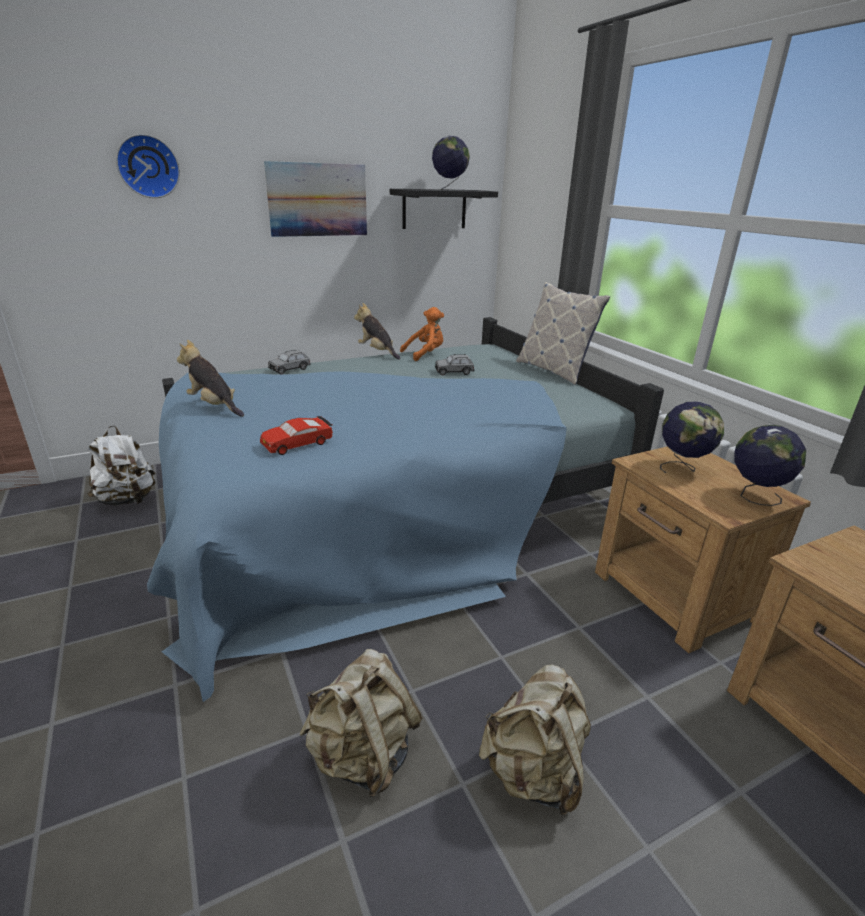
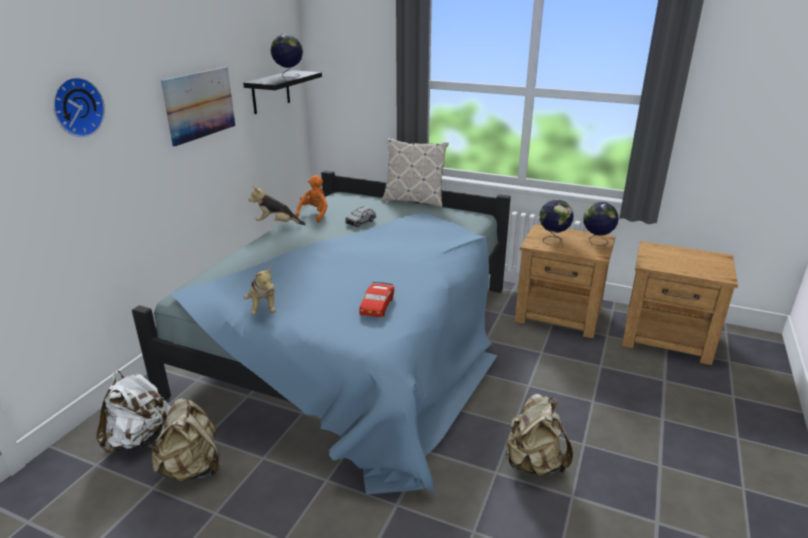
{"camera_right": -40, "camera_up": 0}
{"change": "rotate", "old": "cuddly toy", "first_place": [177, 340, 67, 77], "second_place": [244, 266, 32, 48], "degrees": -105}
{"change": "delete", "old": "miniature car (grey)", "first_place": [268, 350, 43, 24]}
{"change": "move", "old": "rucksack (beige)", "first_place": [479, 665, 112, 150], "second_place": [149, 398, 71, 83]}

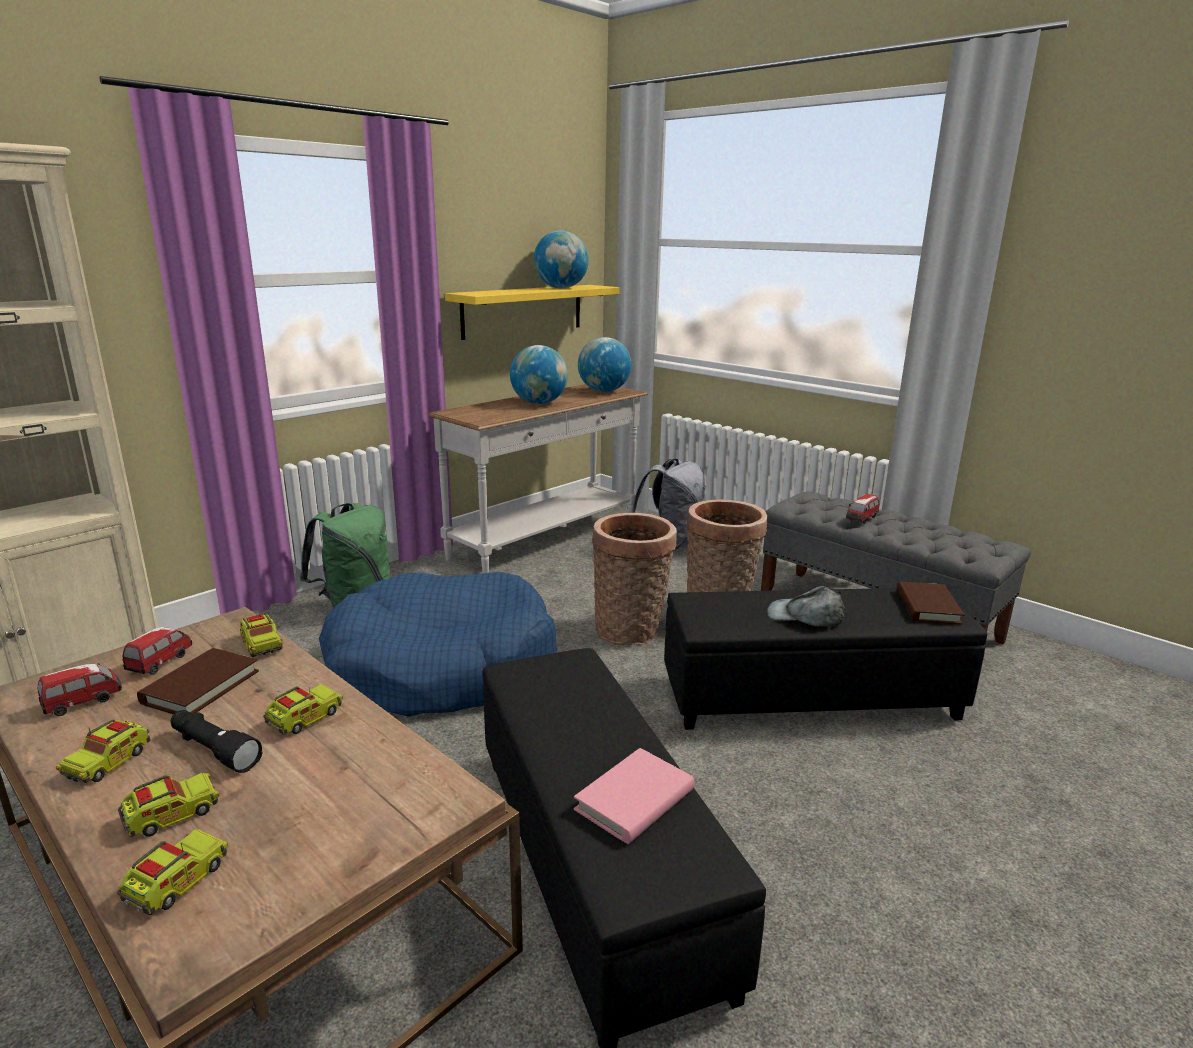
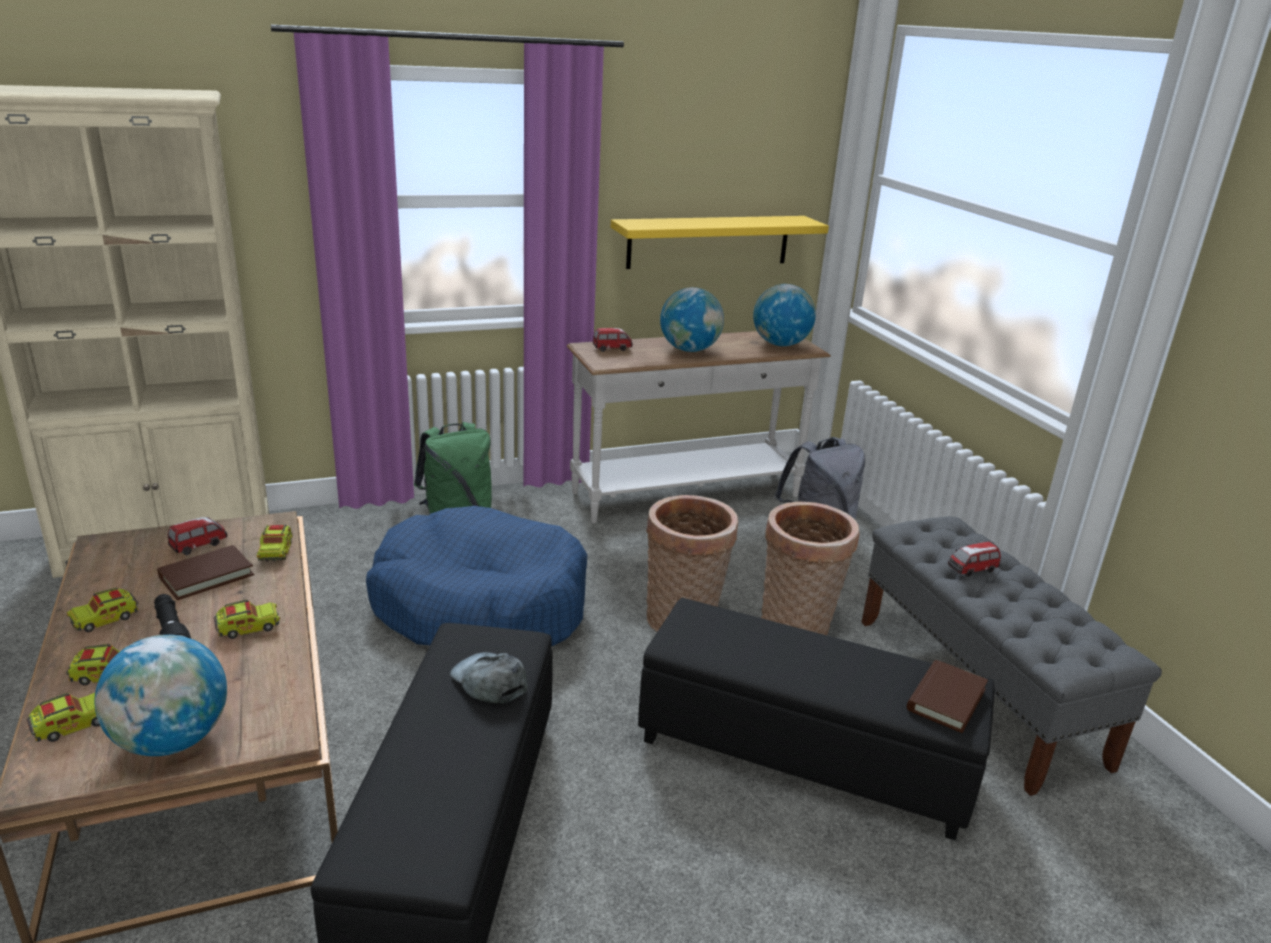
{"camera_right": 25, "camera_up": 5}
{"change": "move", "old": "miniature car", "first_place": [38, 663, 84, 53], "second_place": [593, 328, 40, 24]}
{"change": "move", "old": "world globe", "first_place": [534, 231, 55, 57], "second_place": [94, 635, 133, 121]}
{"change": "delete", "old": "volume (pinkish)", "first_place": [574, 748, 121, 96]}
{"change": "move", "old": "peaked cap (grey)", "first_place": [767, 586, 77, 41], "second_place": [450, 652, 78, 52]}

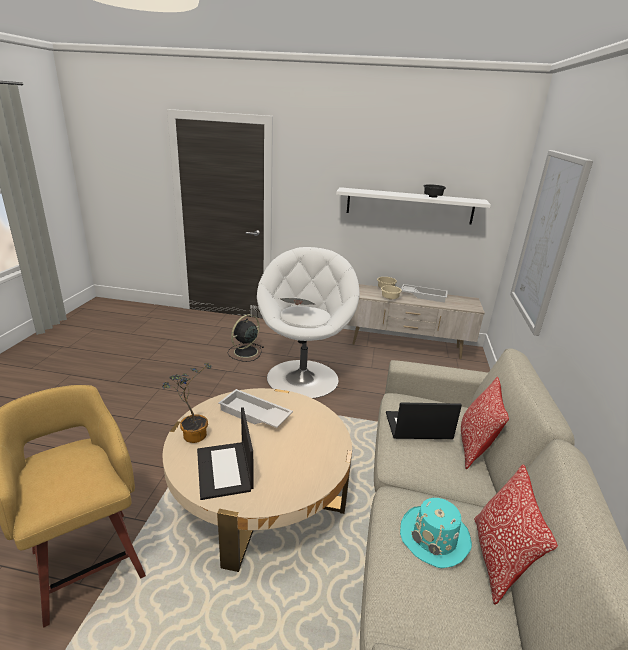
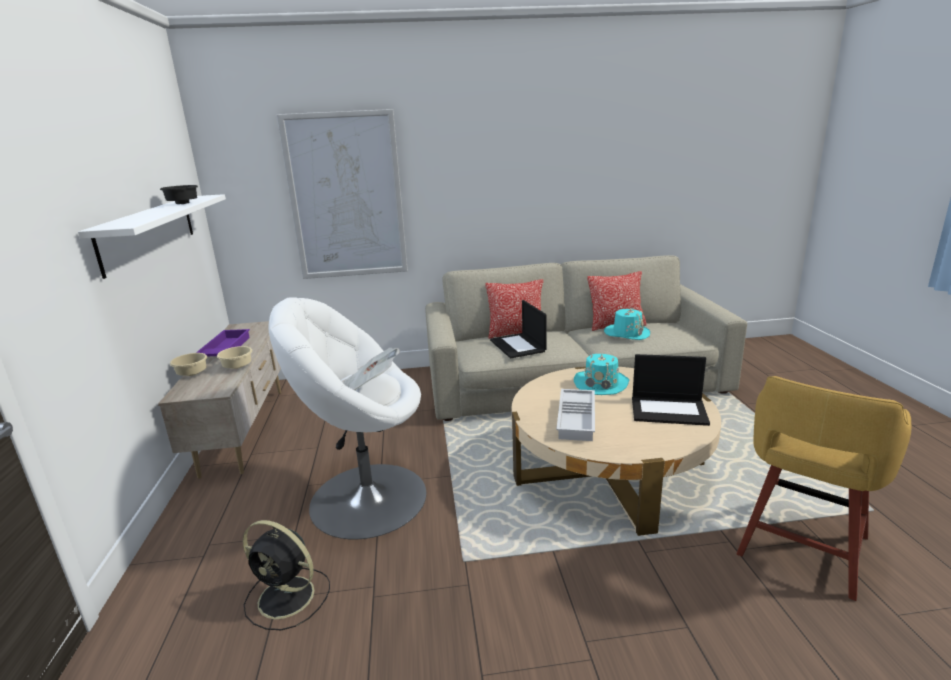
{"camera_right": -105, "camera_up": -5}
{"change": "delete", "old": "houseplant", "first_place": [162, 363, 50, 80]}
{"change": "rotate", "old": "portable computer", "first_place": [197, 407, 57, 93], "second_place": [632, 354, 78, 72], "degrees": 45}
{"change": "recolor", "old": "carrying tray (whitish)", "new": "carrying tray (purple)", "first_place": [401, 284, 47, 19], "second_place": [196, 329, 54, 28]}
{"change": "insert", "new": "clothing hat (turquoise-coloured)", "second_place": [574, 354, 55, 41]}

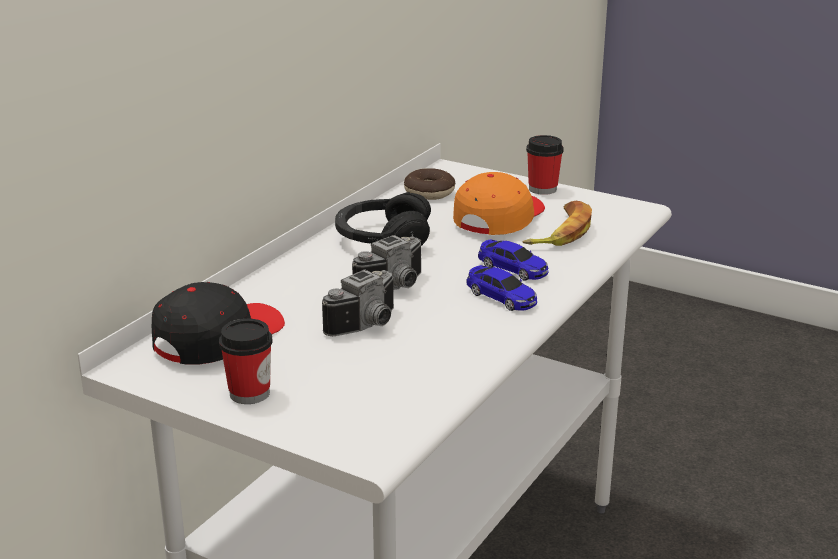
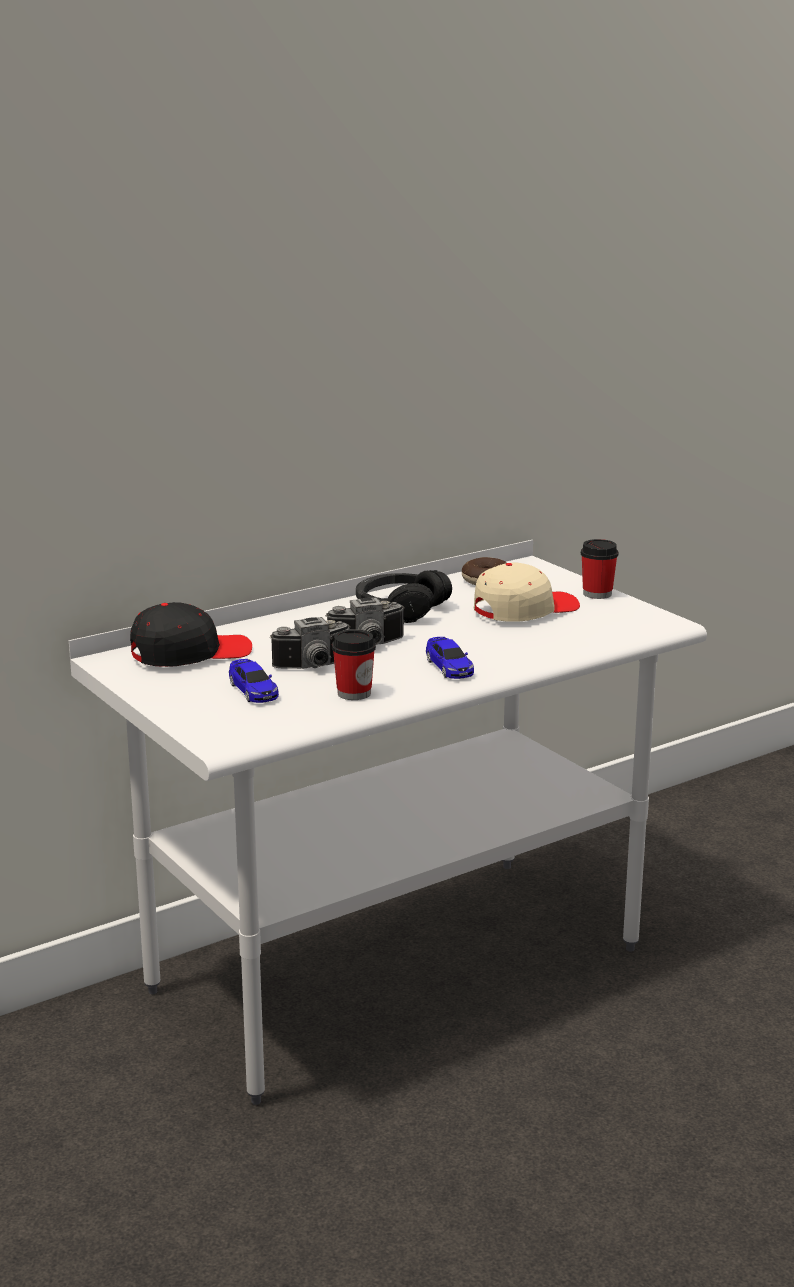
{"camera_right": 25, "camera_up": -5}
{"change": "move", "old": "small cup", "first_place": [219, 319, 54, 85], "second_place": [332, 629, 44, 71]}
{"change": "recolor", "old": "peaked cap (orange)", "new": "peaked cap (beige)", "first_place": [453, 172, 92, 63], "second_place": [474, 563, 106, 59]}
{"change": "move", "old": "miniature car", "first_place": [478, 239, 71, 41], "second_place": [229, 659, 50, 44]}
{"change": "delete", "old": "banana fruit", "first_place": [523, 201, 69, 45]}

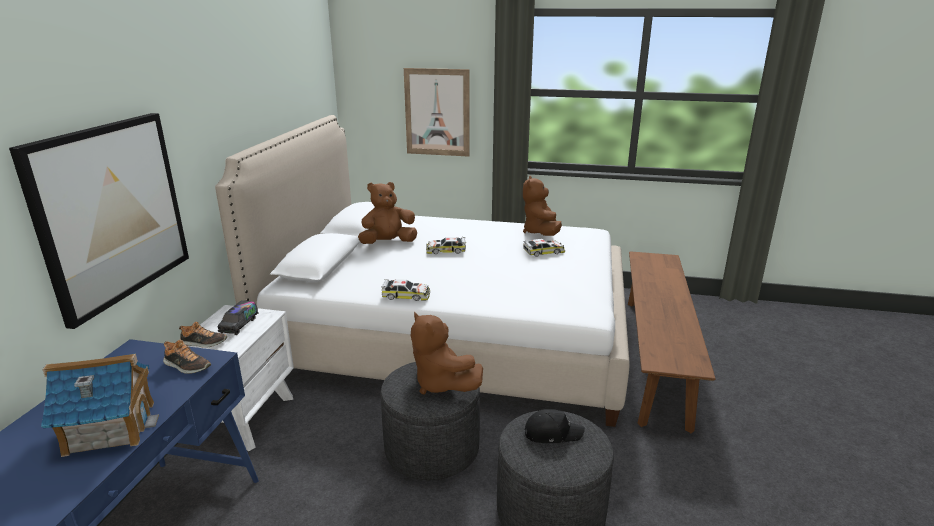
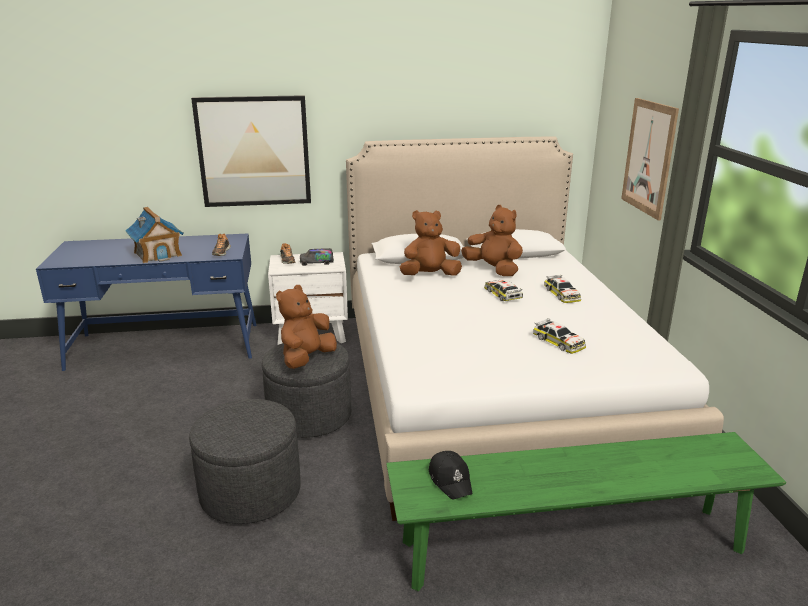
{"camera_right": 70, "camera_up": 0}
{"change": "move", "old": "miniature car", "first_place": [382, 279, 48, 22], "second_place": [544, 274, 37, 29]}
{"change": "move", "old": "cuddly toy (brown)", "first_place": [523, 176, 39, 60], "second_place": [400, 210, 62, 66]}
{"change": "move", "old": "peaked cap (black-coloured)", "first_place": [525, 409, 60, 34], "second_place": [429, 451, 43, 48]}
{"change": "recolor", "old": "long seat (brown)", "new": "long seat (green)", "first_place": [628, 251, 88, 182], "second_place": [386, 432, 400, 159]}

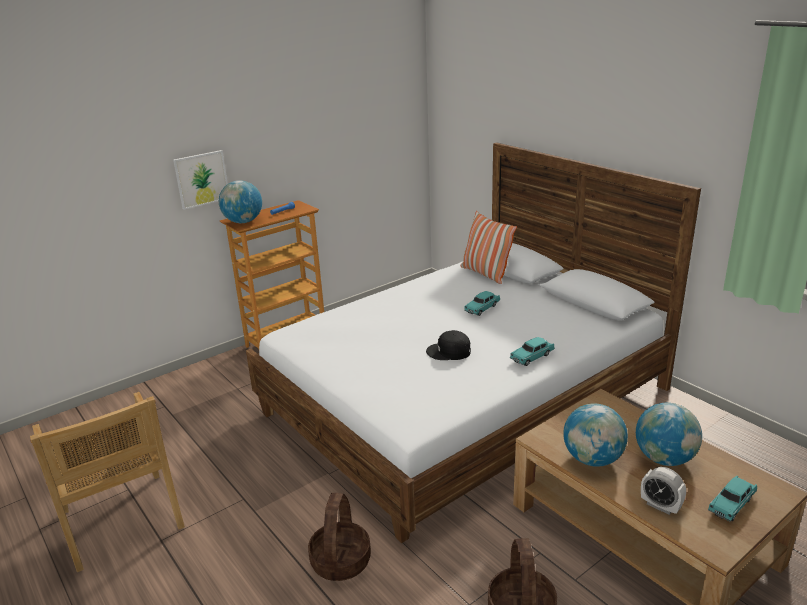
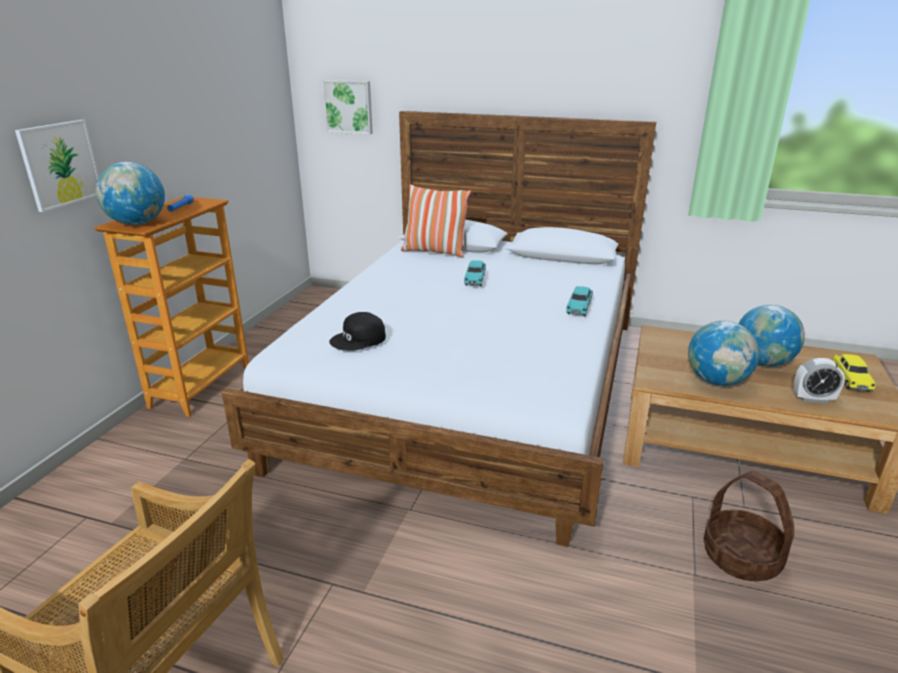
{"camera_right": -35, "camera_up": 0}
{"change": "delete", "old": "household basket", "first_place": [308, 493, 63, 88]}
{"change": "move", "old": "peaked cap (black-coloured)", "first_place": [426, 330, 45, 30], "second_place": [330, 312, 56, 39]}
{"change": "recolor", "old": "miniature car (turquoise-coloured)", "new": "miniature car (yellow-coloured)", "first_place": [708, 476, 49, 46], "second_place": [833, 354, 43, 37]}
{"change": "insert", "new": "picture", "second_place": [322, 80, 51, 54]}

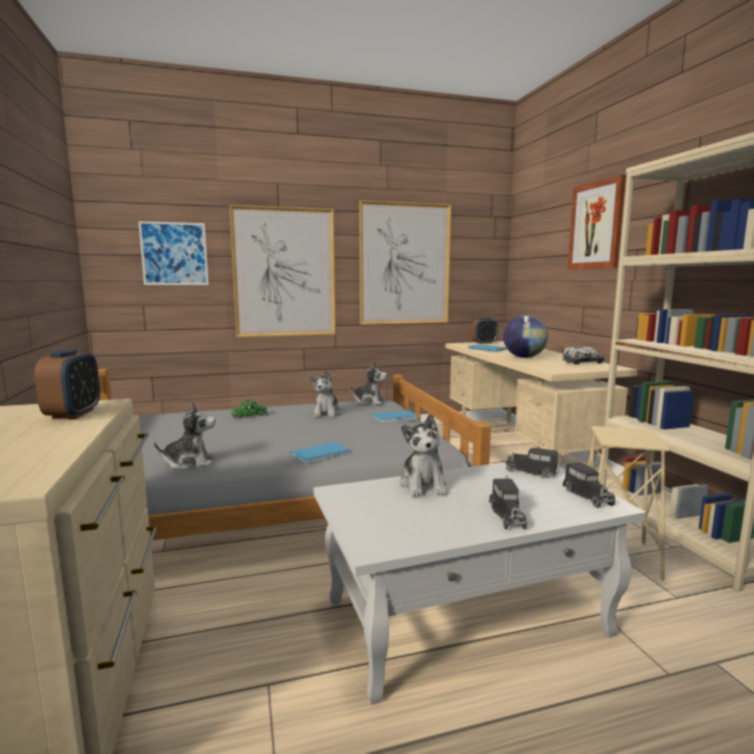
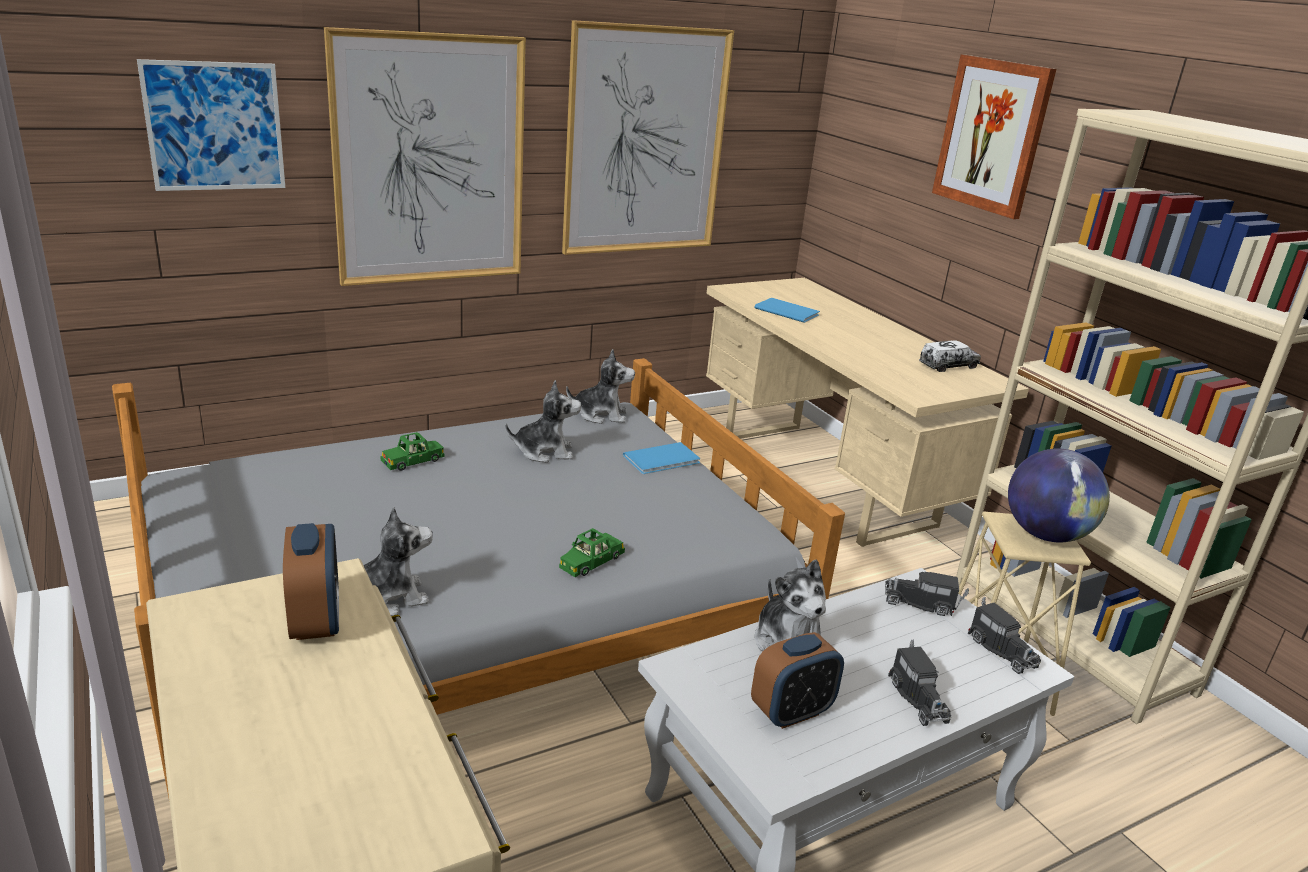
{"camera_right": -15, "camera_up": 15}
{"change": "replace", "old": "volume (bluish)", "new": "miniature car (green)", "first_place": [290, 442, 60, 22], "second_place": [559, 528, 66, 49]}
{"change": "rotate", "old": "cuddly toy", "first_place": [310, 370, 31, 48], "second_place": [505, 380, 76, 83], "degrees": -90}
{"change": "move", "old": "table clock", "first_place": [471, 318, 27, 26], "second_place": [751, 632, 93, 97]}
{"change": "move", "old": "world globe", "first_place": [503, 315, 45, 43], "second_place": [1008, 449, 102, 93]}

